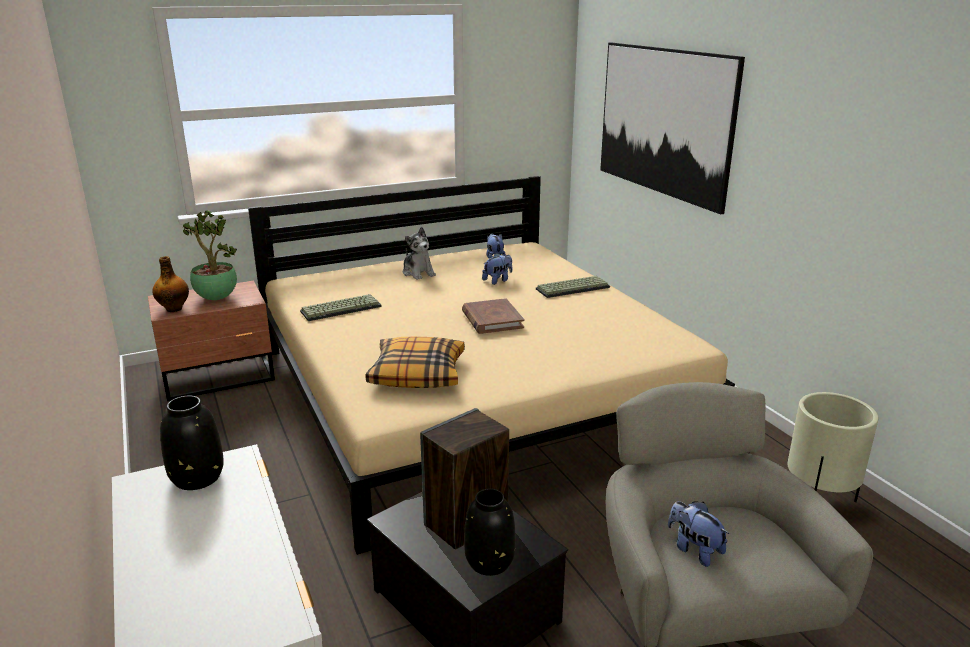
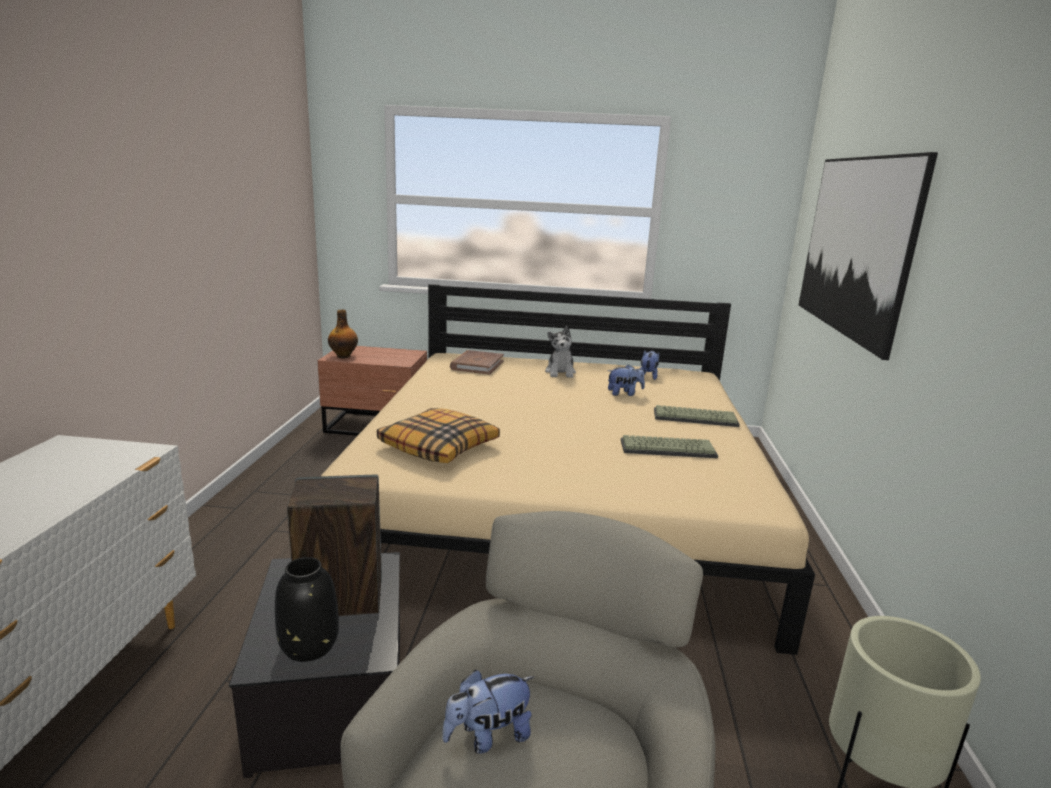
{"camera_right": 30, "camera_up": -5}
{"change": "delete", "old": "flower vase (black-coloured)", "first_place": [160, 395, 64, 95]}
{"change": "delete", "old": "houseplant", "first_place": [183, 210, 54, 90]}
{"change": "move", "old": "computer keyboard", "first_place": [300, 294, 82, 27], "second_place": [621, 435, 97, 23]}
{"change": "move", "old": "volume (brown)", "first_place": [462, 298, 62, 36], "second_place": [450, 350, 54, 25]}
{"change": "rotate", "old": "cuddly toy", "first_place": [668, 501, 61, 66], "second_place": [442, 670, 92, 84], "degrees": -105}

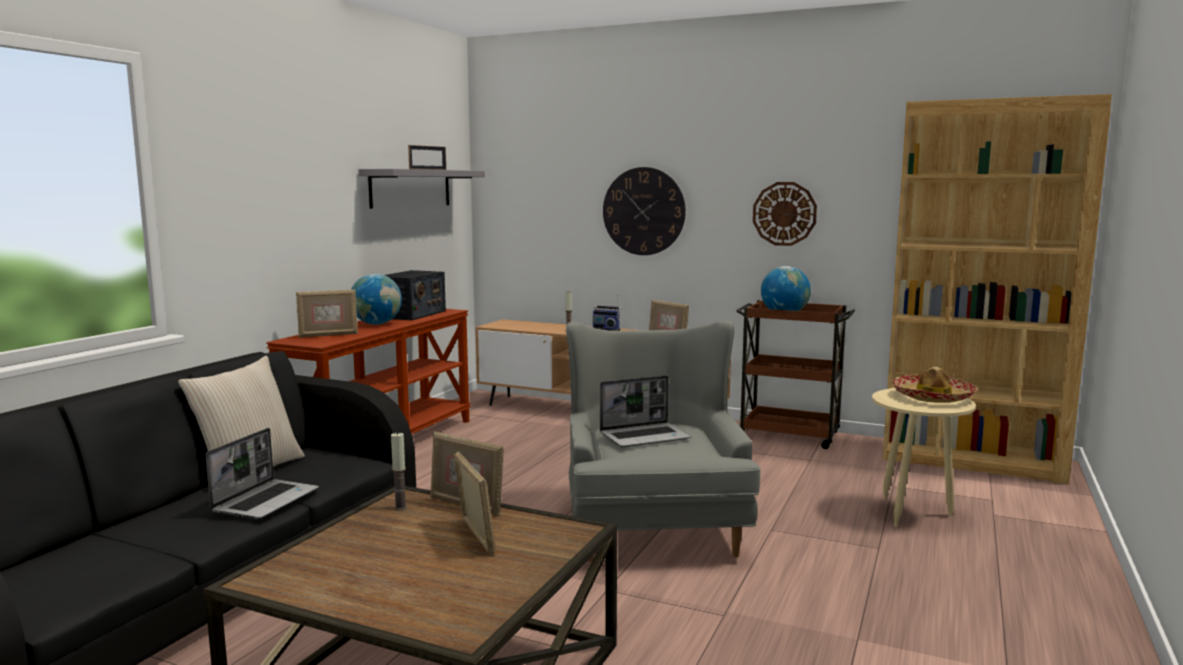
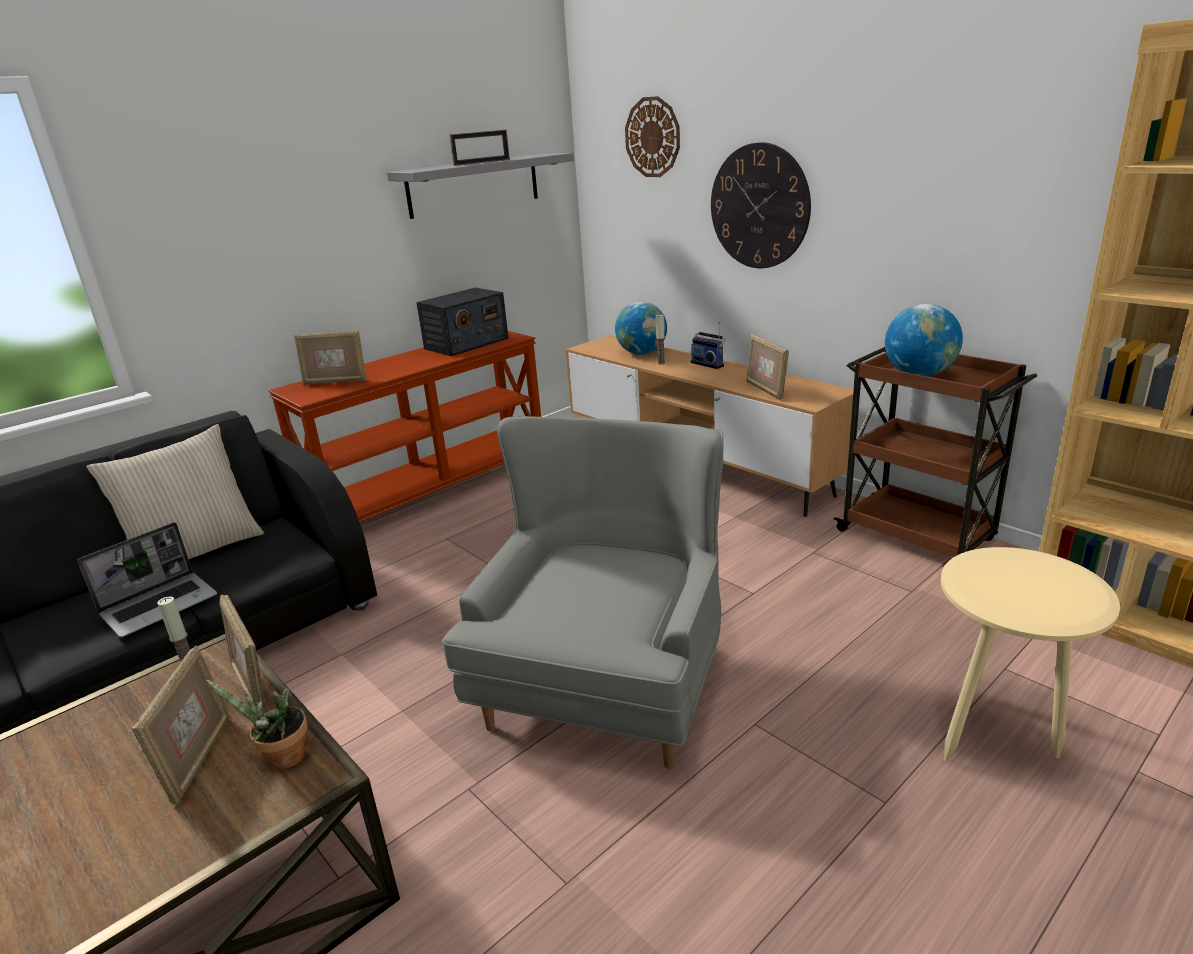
{"camera_right": 25, "camera_up": 15}
{"change": "move", "old": "world globe", "first_place": [351, 274, 51, 51], "second_place": [615, 302, 52, 53]}
{"change": "delete", "old": "portable computer", "first_place": [600, 375, 91, 72]}
{"change": "move", "old": "wall clock", "first_place": [753, 182, 64, 64], "second_place": [625, 96, 55, 81]}
{"change": "delete", "old": "clothing hat", "first_place": [892, 367, 85, 36]}
{"change": "insert", "new": "houseplant", "second_place": [206, 680, 102, 89]}

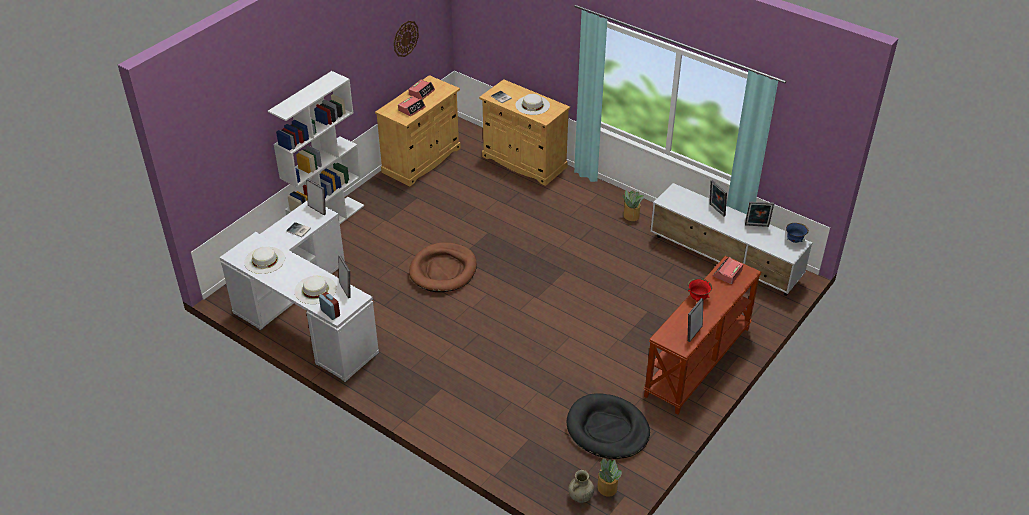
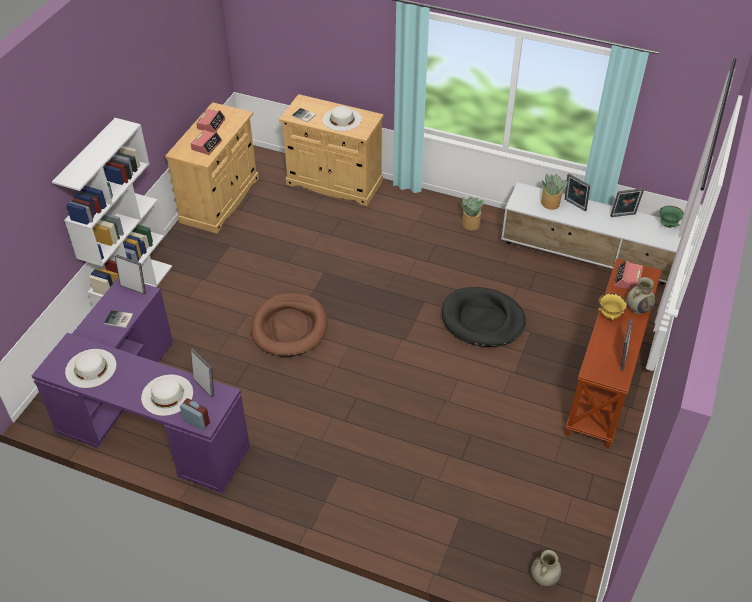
{"camera_right": -15, "camera_up": 5}
{"change": "recolor", "old": "desk table (whitish)", "new": "desk table (purple)", "first_place": [220, 200, 159, 183], "second_place": [31, 277, 219, 217]}
{"change": "delete", "old": "wall clock", "first_place": [394, 21, 25, 36]}
{"change": "move", "old": "pet bed (black-coloured)", "first_place": [567, 393, 83, 66], "second_place": [442, 287, 84, 60]}
{"change": "move", "old": "houseplant", "first_place": [597, 458, 25, 39], "second_place": [541, 174, 27, 36]}
{"change": "recolor", "old": "deep dish (red-coloured)", "new": "deep dish (yellow-coloured)", "first_place": [688, 279, 24, 22], "second_place": [598, 293, 29, 27]}
{"change": "recolor", "old": "deep dish (bluish)", "new": "deep dish (green)", "first_place": [786, 223, 23, 20], "second_place": [659, 206, 25, 22]}
{"change": "insert", "new": "flower vase (beige)", "second_place": [627, 277, 28, 37]}

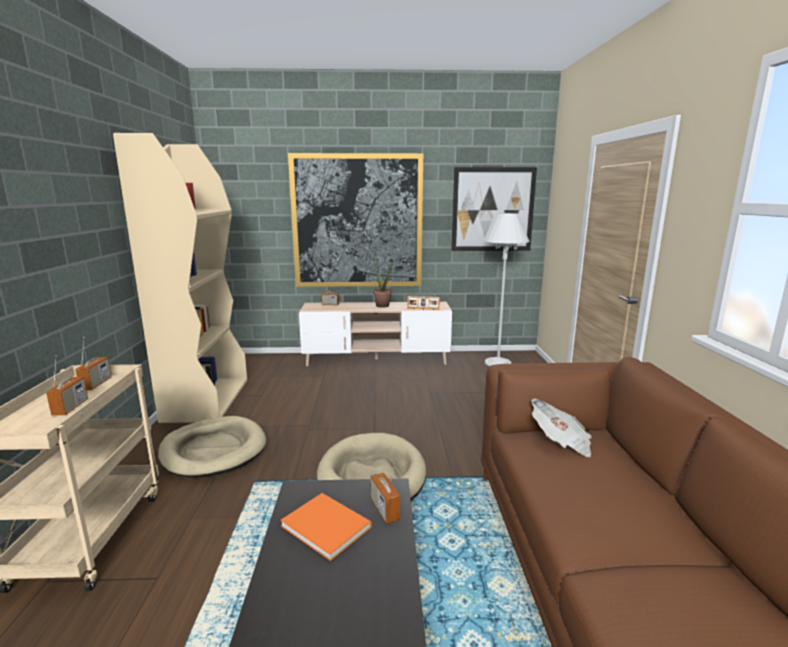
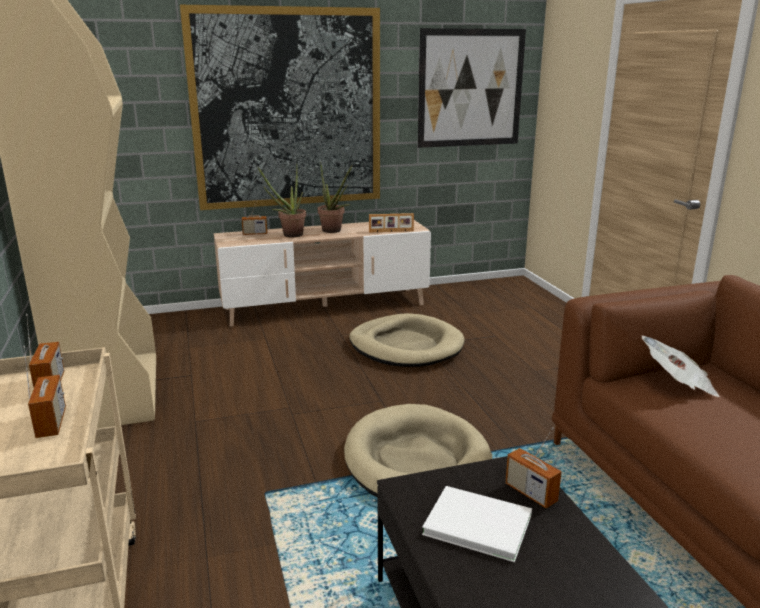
{"camera_right": -15, "camera_up": 5}
{"change": "move", "old": "pet bed (beige)", "first_place": [158, 416, 108, 62], "second_place": [349, 313, 116, 54]}
{"change": "recolor", "old": "volume (orange)", "new": "volume (whitish)", "first_place": [280, 493, 92, 68], "second_place": [422, 486, 110, 76]}
{"change": "delete", "old": "floor lamp (whitish)", "first_place": [483, 213, 47, 154]}
{"change": "insert", "new": "houseplant", "second_place": [258, 164, 48, 73]}

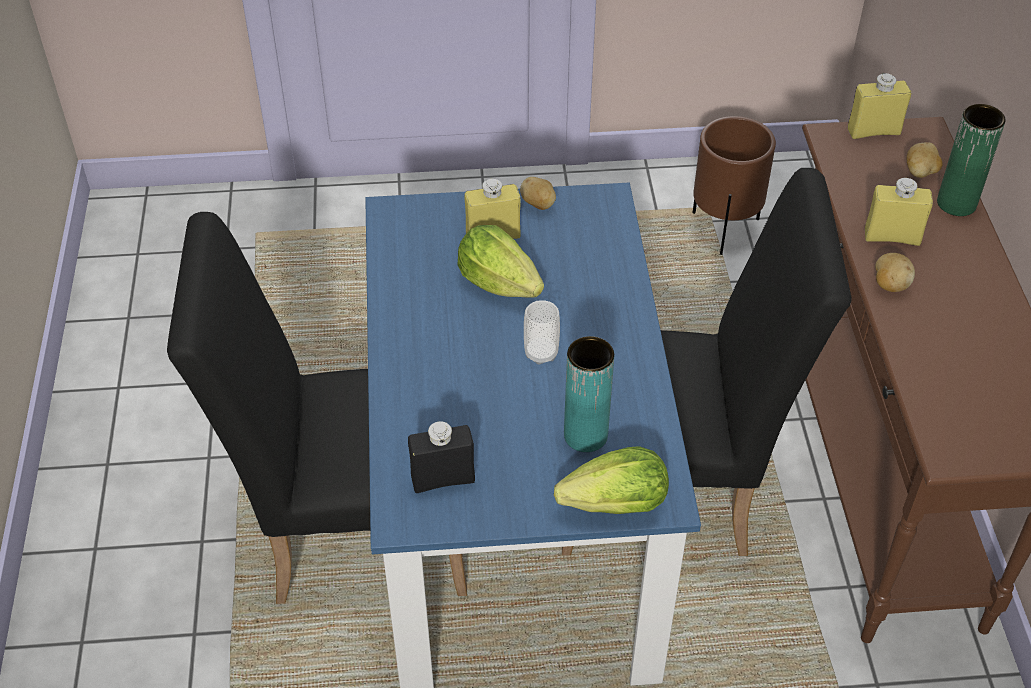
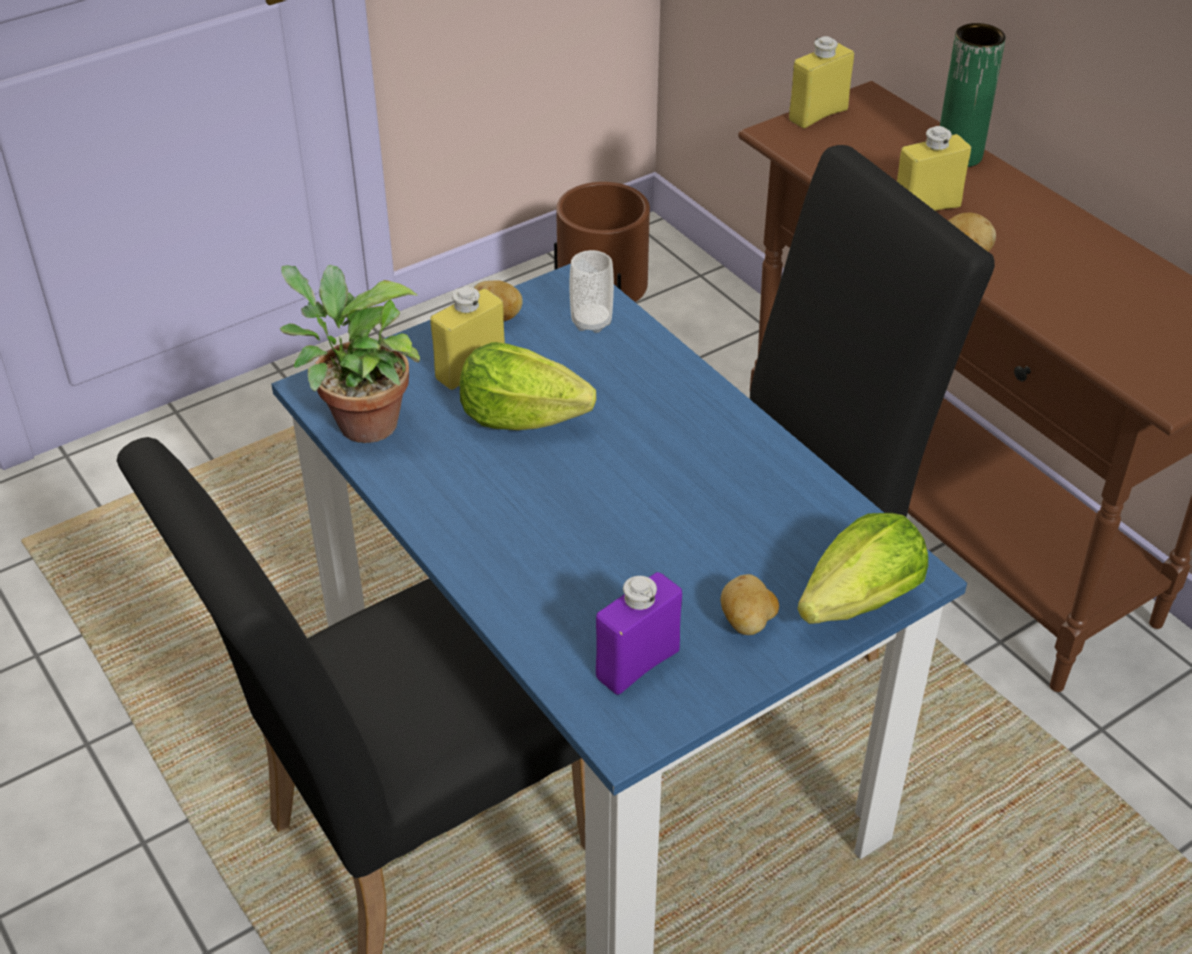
{"camera_right": -30, "camera_up": -5}
{"change": "recolor", "old": "bottle (black-coloured)", "new": "bottle (purple)", "first_place": [408, 421, 67, 72], "second_place": [596, 572, 86, 123]}
{"change": "move", "old": "small cup", "first_place": [524, 300, 36, 65], "second_place": [569, 250, 45, 83]}
{"change": "delete", "old": "flower vase (turquoise-coloured)", "first_place": [564, 336, 50, 116]}
{"change": "move", "old": "potato", "first_place": [907, 142, 36, 36], "second_place": [721, 574, 58, 61]}
{"change": "insert", "new": "houseplant", "second_place": [280, 265, 140, 178]}

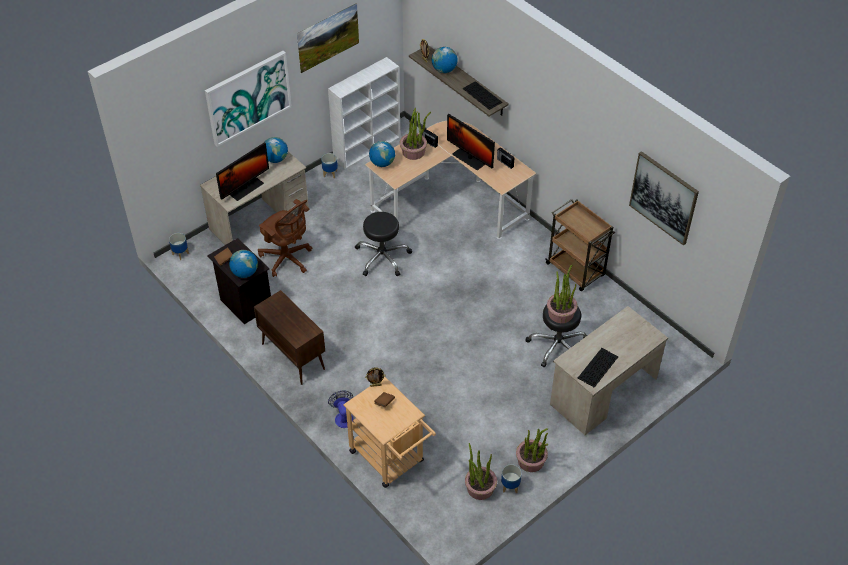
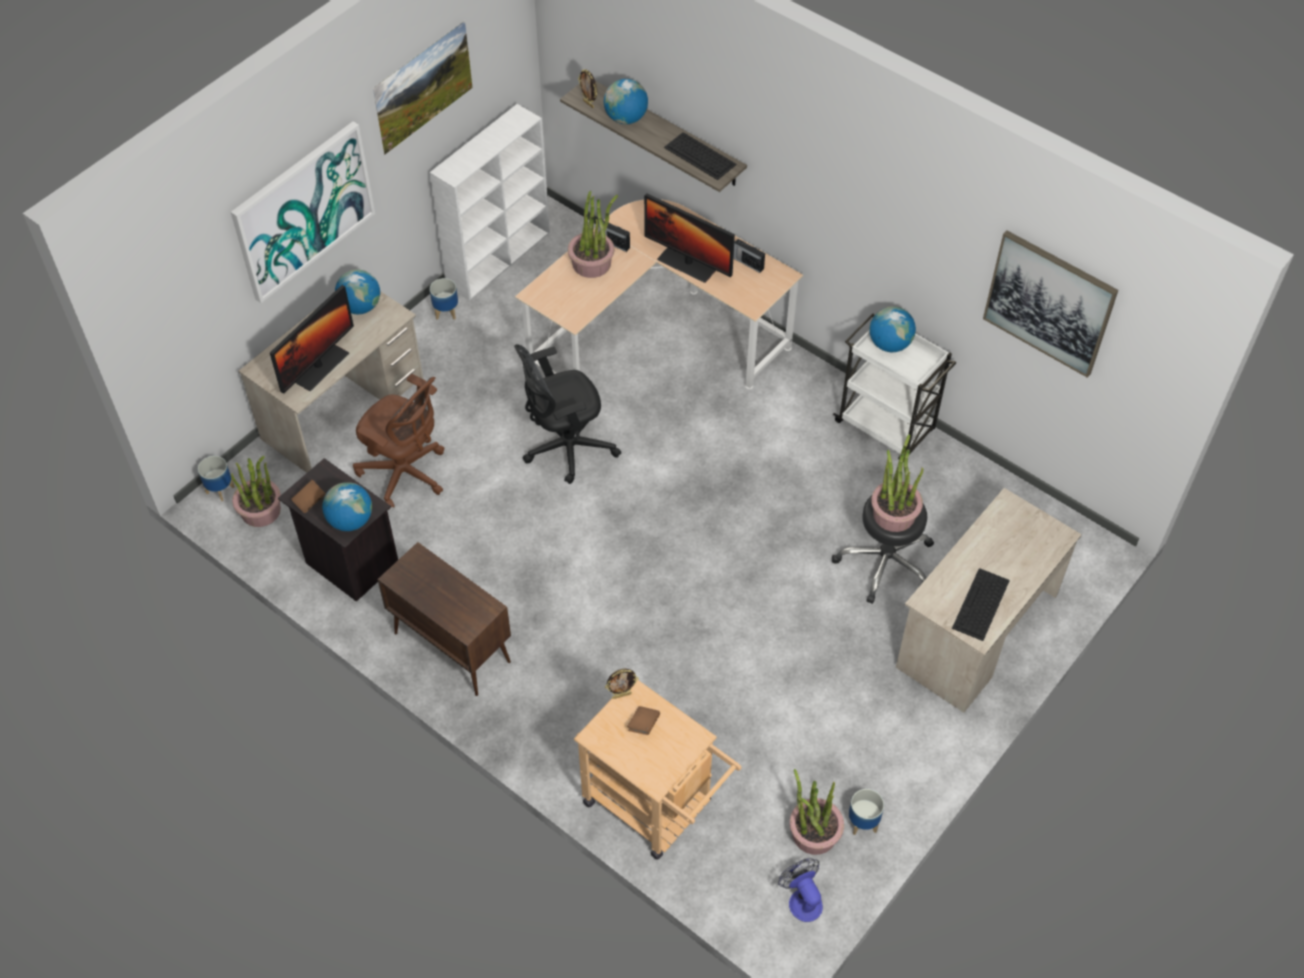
{"camera_right": -10, "camera_up": 5}
{"change": "move", "old": "electric fan", "first_place": [328, 391, 25, 37], "second_place": [778, 858, 45, 64]}
{"change": "replace", "old": "stool seat (black-coloured)", "new": "computer chair (black-coloured)", "first_place": [355, 212, 57, 64], "second_place": [514, 344, 107, 140]}
{"change": "move", "old": "world globe", "first_place": [369, 141, 26, 26], "second_place": [869, 306, 47, 46]}
{"change": "move", "old": "houseplant", "first_place": [516, 428, 32, 44], "second_place": [231, 456, 50, 71]}
{"change": "recolor", "old": "trolley (brown)", "new": "trolley (whitish)", "first_place": [545, 199, 70, 92], "second_place": [833, 314, 123, 148]}

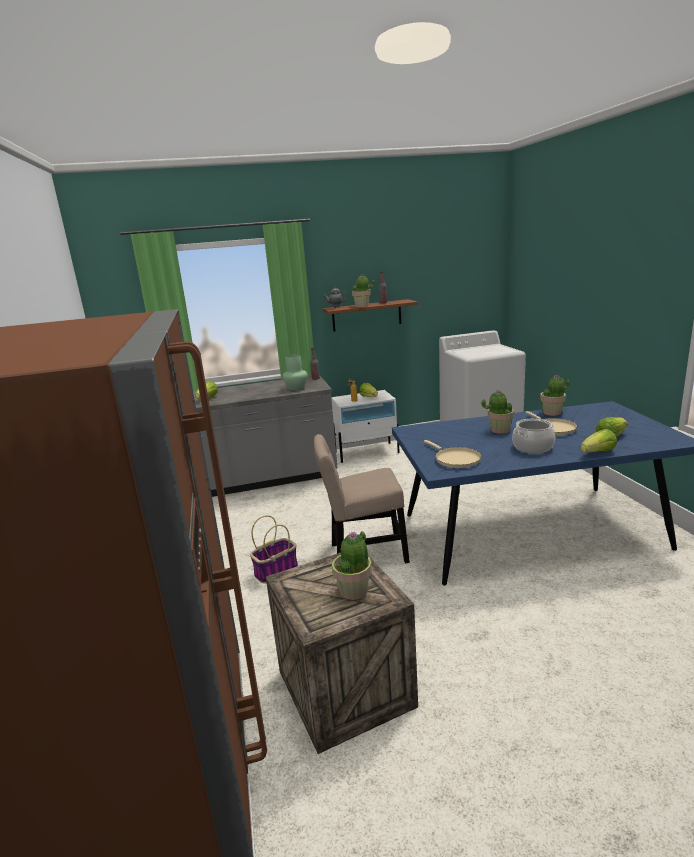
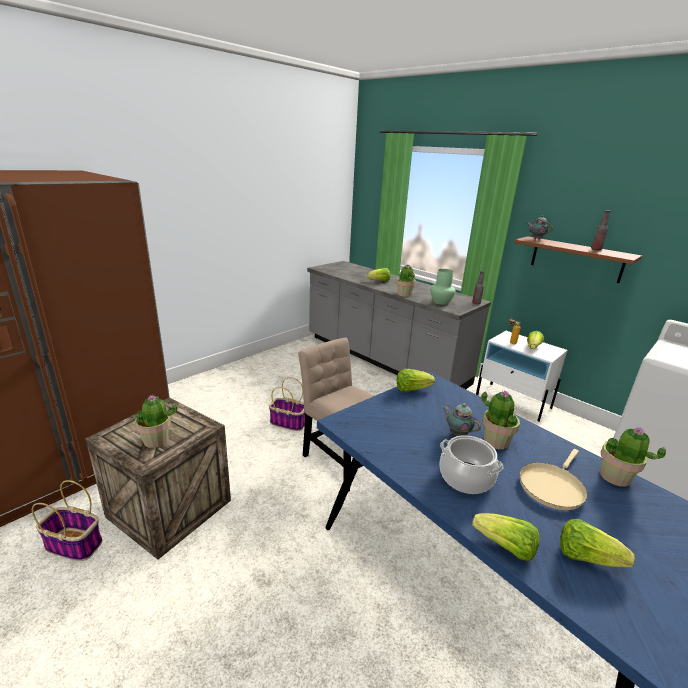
{"camera_right": 55, "camera_up": 5}
{"change": "move", "old": "houseplant", "first_place": [352, 274, 23, 33], "second_place": [396, 264, 20, 33]}
{"change": "delete", "old": "pan (beige)", "first_place": [424, 440, 58, 28]}
{"change": "insert", "new": "household basket", "second_place": [32, 480, 70, 81]}
{"change": "insert", "new": "lettuce head", "second_place": [397, 369, 38, 23]}
{"change": "insert", "new": "pot for tea", "second_place": [443, 403, 38, 33]}

